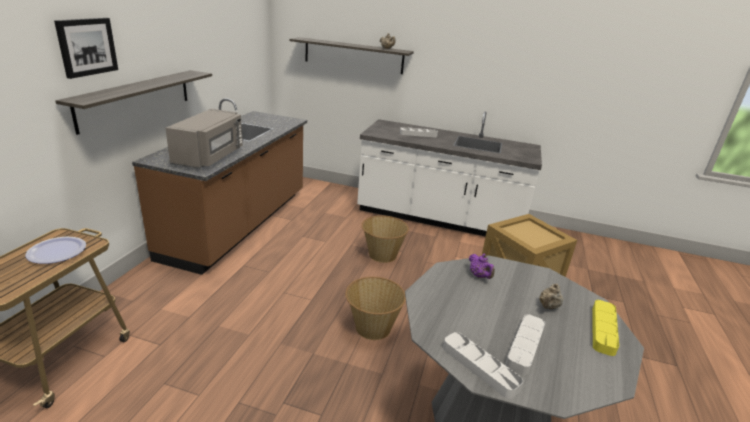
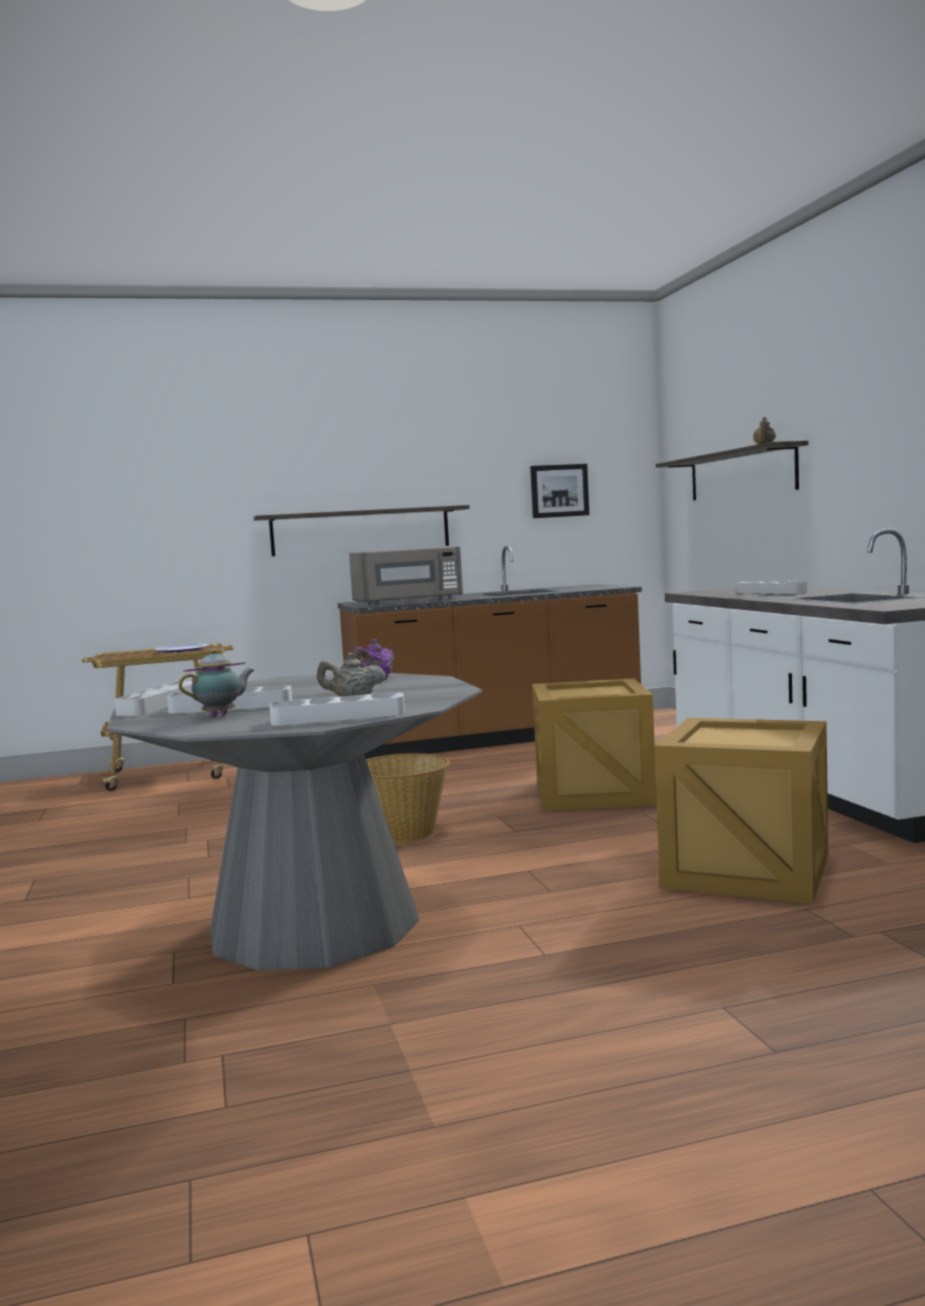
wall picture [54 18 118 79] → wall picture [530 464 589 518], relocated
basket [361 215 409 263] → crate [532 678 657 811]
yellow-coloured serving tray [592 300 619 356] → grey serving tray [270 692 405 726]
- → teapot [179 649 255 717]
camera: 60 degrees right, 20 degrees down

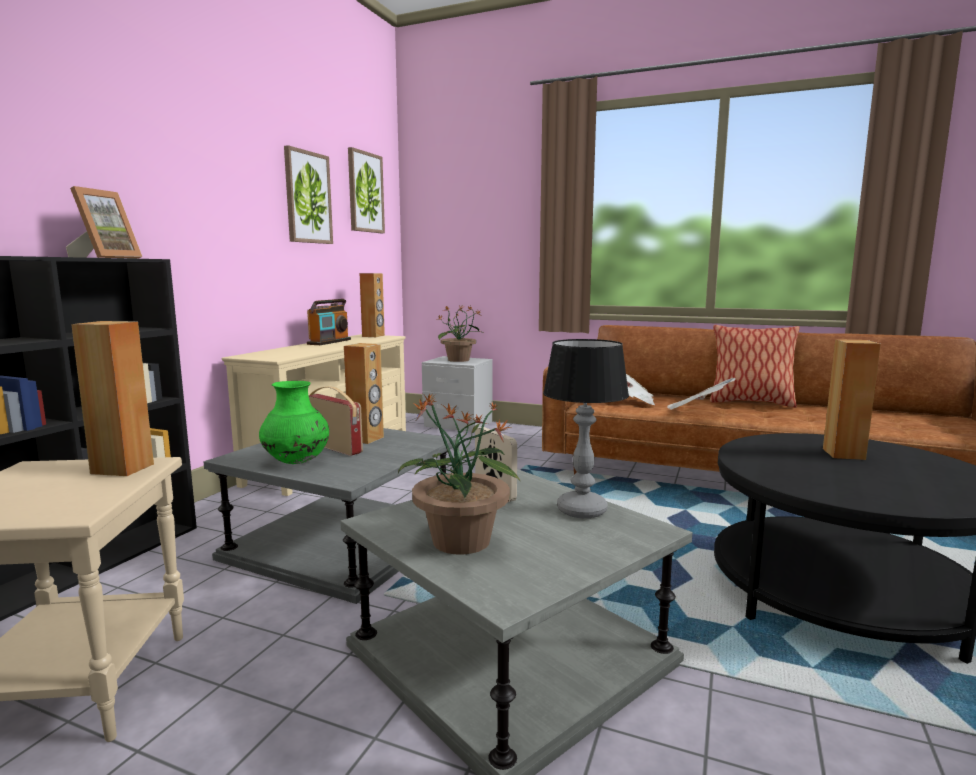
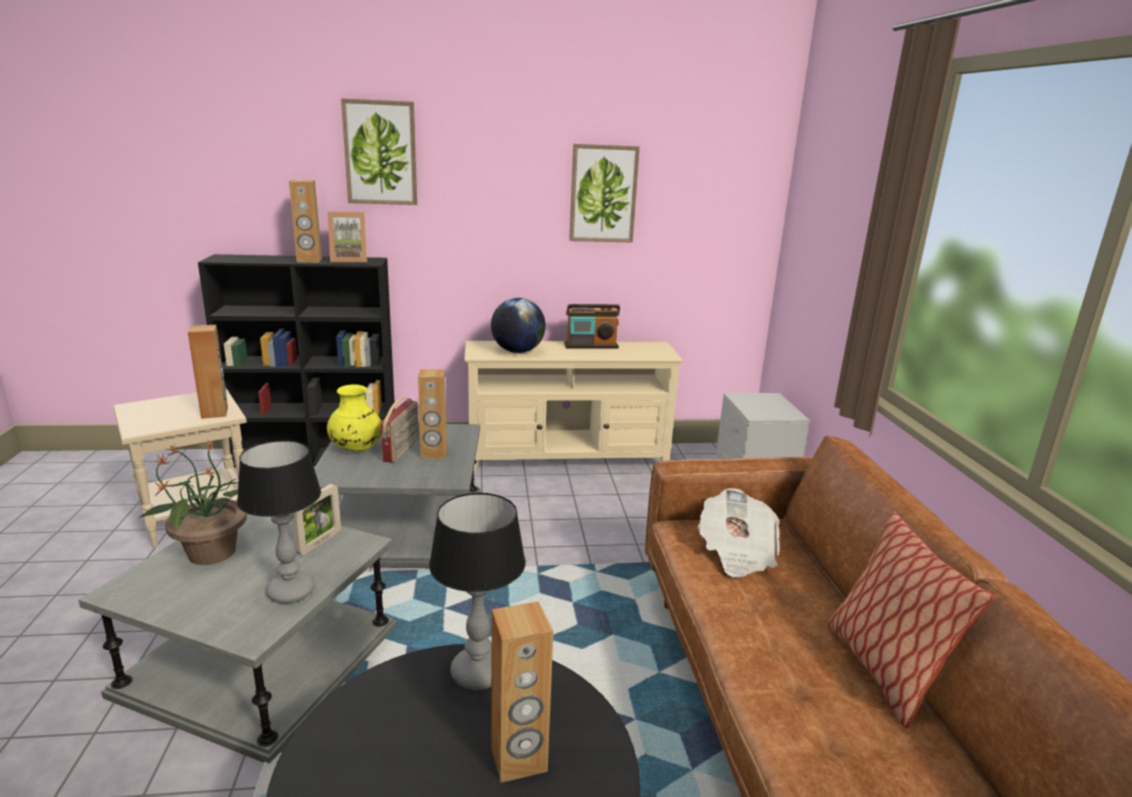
wall picture [348 147 385 233] → wall picture [341 98 417 205], relocated
brown audio speaker [360 273 385 337] → brown audio speaker [289 180 322 262], relocated
houseplant [437 305 485 362] → -
newspaper [667 378 735 410] → -
green flower vase [259 381 329 464] → yellow-coloured flower vase [327 384 381 452]
- → globe [491 298 546 353]
- → lamp for a table [429 493 526 690]
camera: 60 degrees right, 10 degrees up

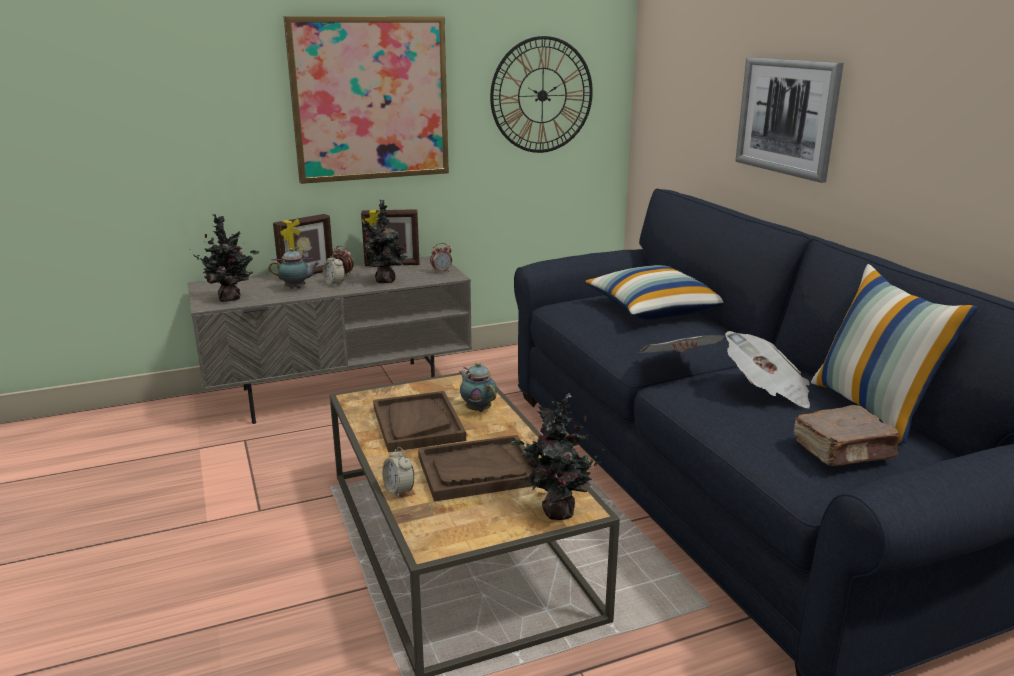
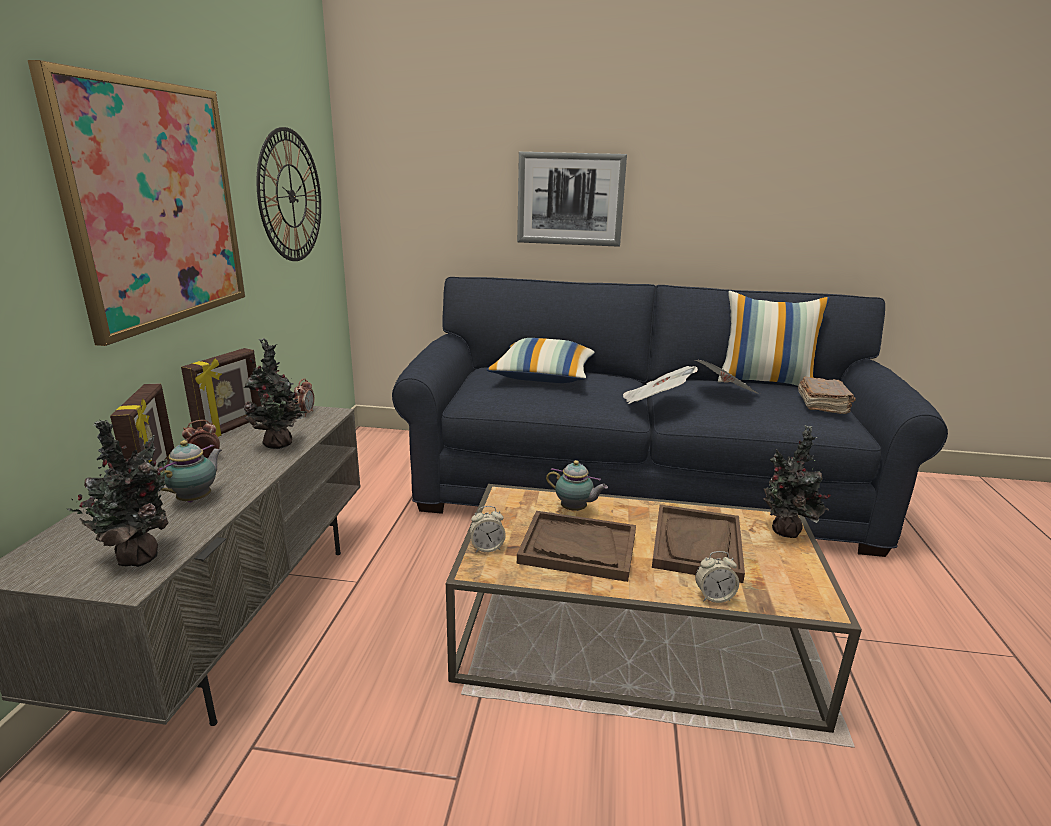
table clock [323 253 345 286] → table clock [470 506 506 552], relocated
teapot [459 362 497 412] → teapot [546 460 608 511], 150 degrees counterclockwise
camera: 60 degrees left, 0 degrees up

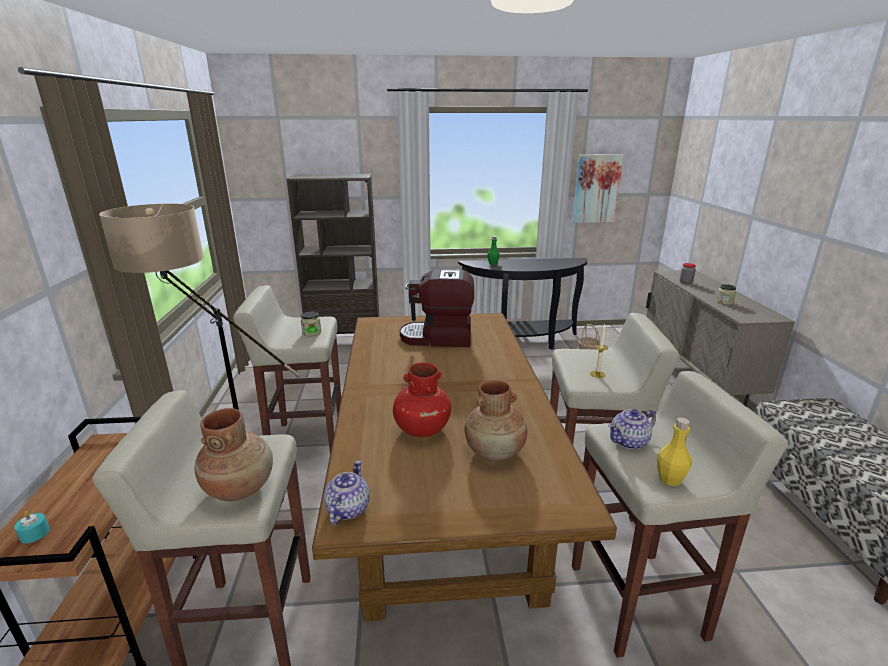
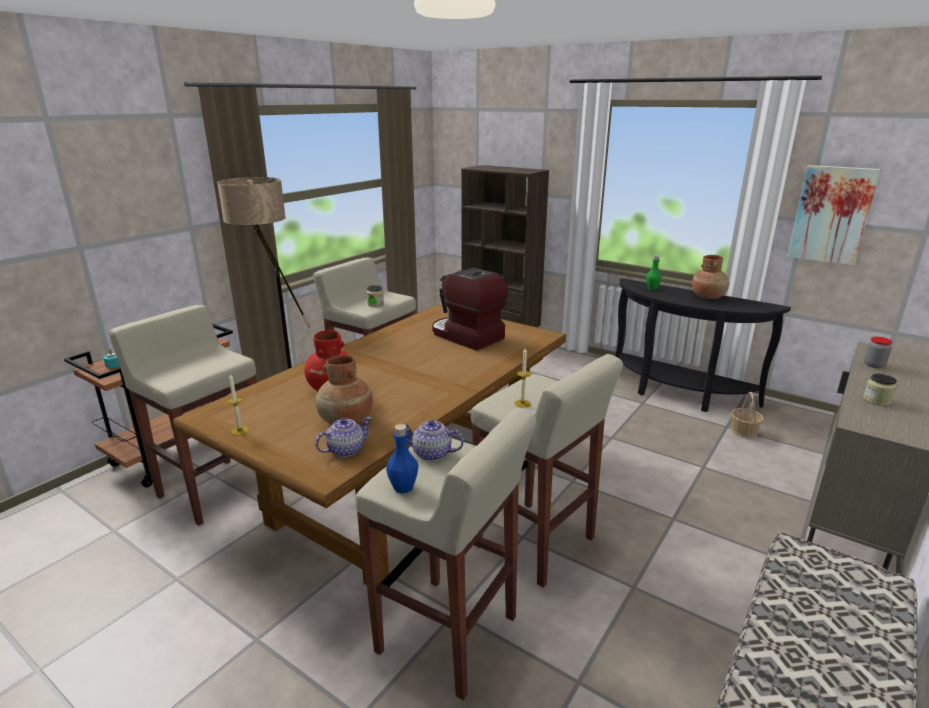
brown flower vase [195 408 273 501] → brown flower vase [692 255 730 299], relocated
yellow-coloured drink bottle [657 418 692 486] → bluish drink bottle [386 424 419 494]
teapot [324 460 370 524] → teapot [315 417 372 457], relocated
- → wax light [227 374 249 435]
camera: 40 degrees right, 0 degrees up

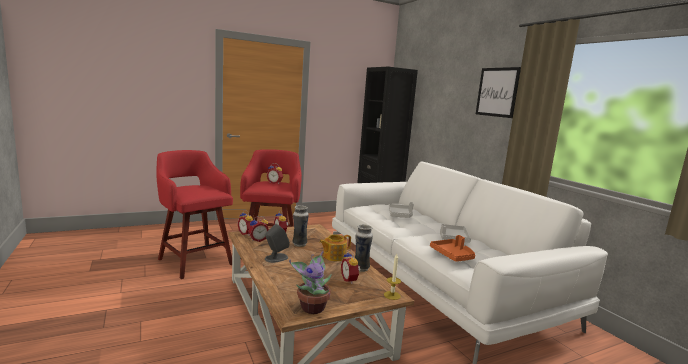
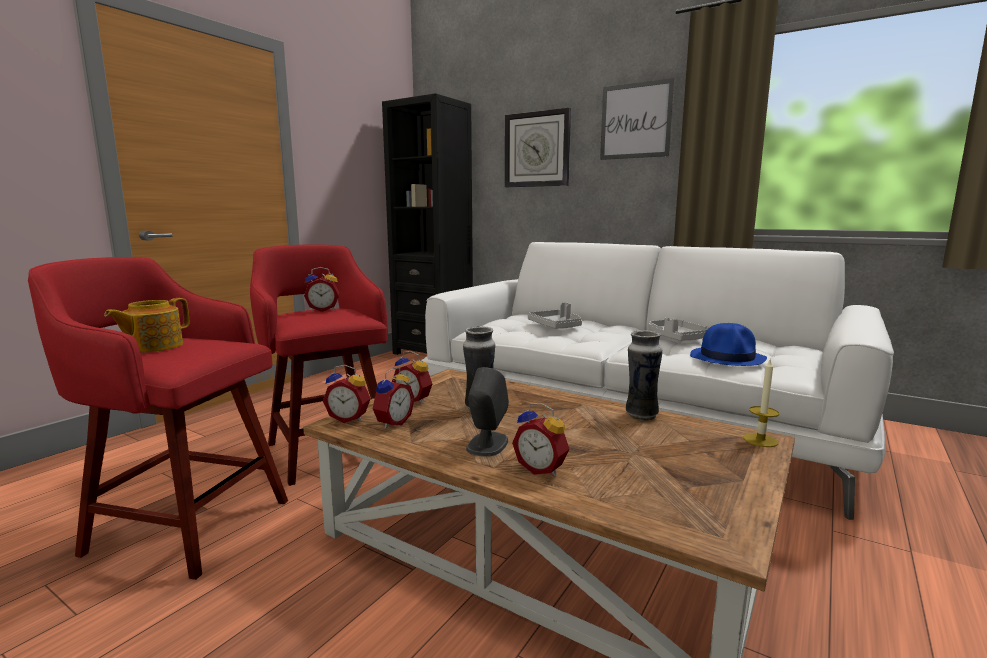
teapot [319 235 351 261] → teapot [104 298 189 353], relocated
orange-coloured serving tray [430 235 475 262] → bluish hat [690 323 767 366]
table clock [341 250 361 284] → table clock [512 403 569 476], relocated
houseplant [289 251 332 314] → -
- → clock on the wall [505 108 571 187]
camera: 30 degrees left, 0 degrees up

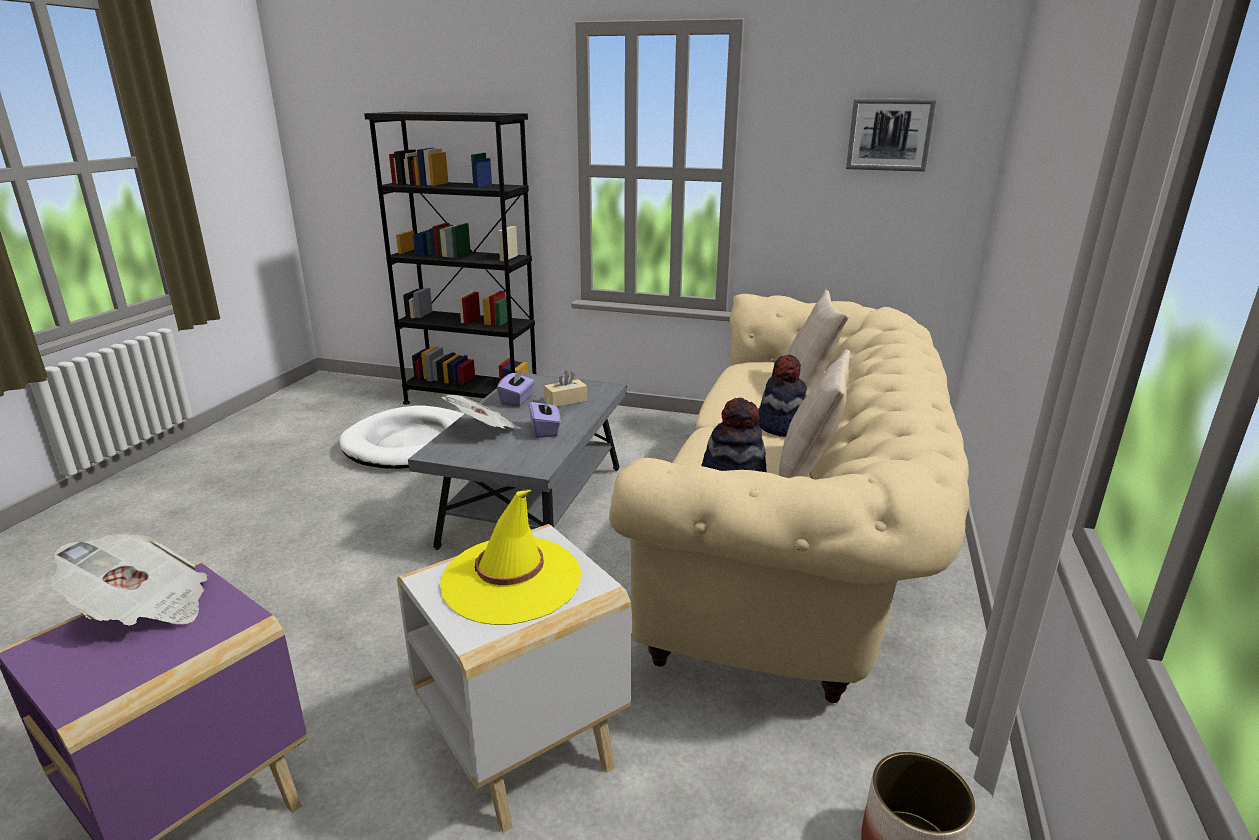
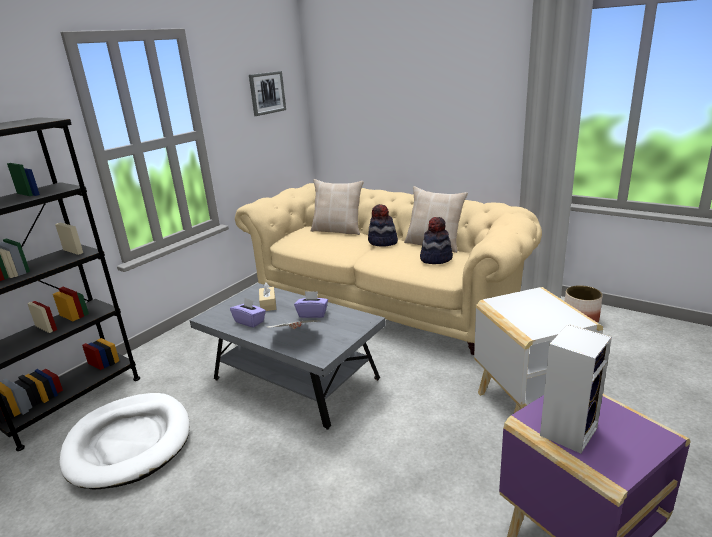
yellow-coloured hat [440 490 581 625] → -
newspaper [50 534 207 626] → audio speaker [540 324 612 454]
camera: 70 degrees left, 0 degrees up

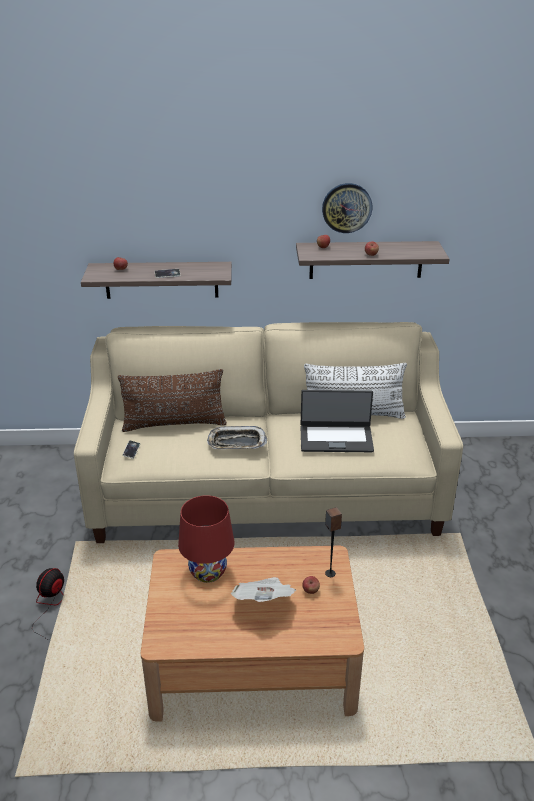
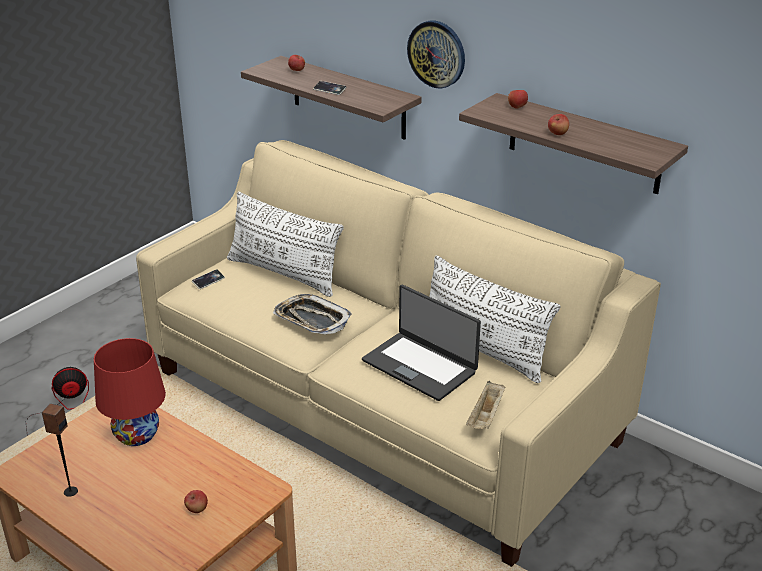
clock on the wall [322 183 372 233] → clock on the wall [407 21 465 88], relocated
brown pillow [118 369 227 432] → white-coloured pillow [227 192 344 297]
audio speaker [325 507 342 577] → audio speaker [42 404 78 497], relocated
newspaper [231 577 296 602] → -
- → beige serving tray [466 381 505 429]
camera: 40 degrees right, 0 degrees up

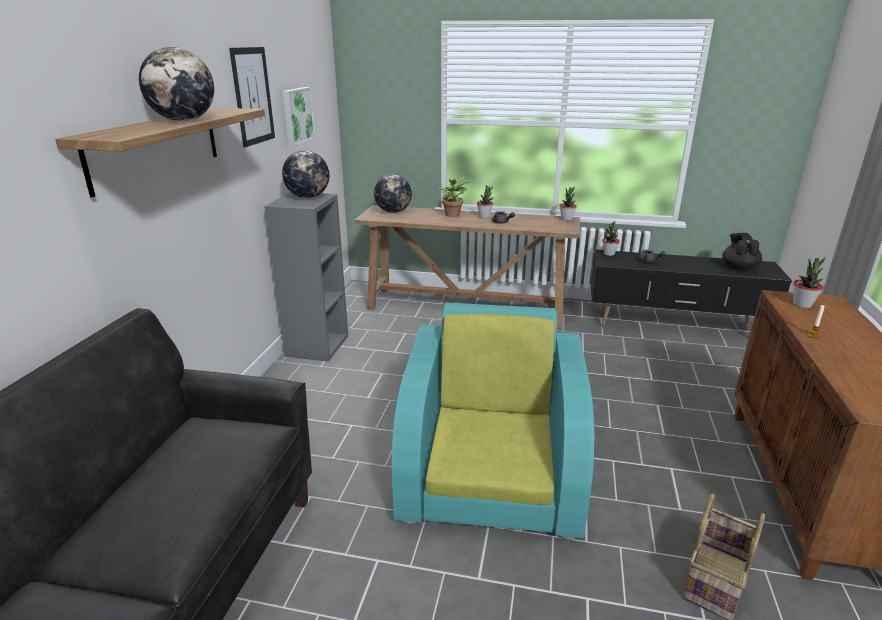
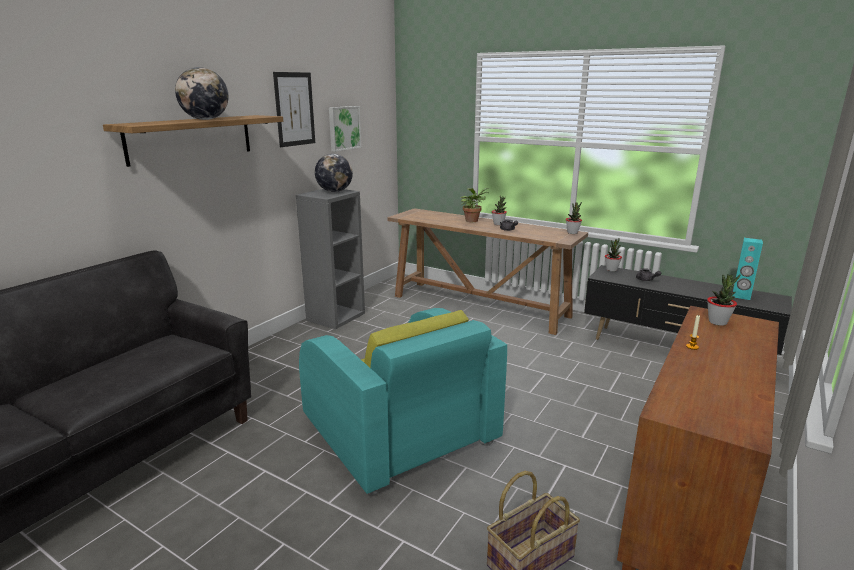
globe [374 174 412 213] → -
black teapot [722 233 762 270] → turquoise-coloured audio speaker [733 238 763 300]
turquoise-coloured armchair [392 303 594 541] → turquoise-coloured armchair [299 308 507 495], 120 degrees clockwise
camera: 20 degrees right, 5 degrees down

